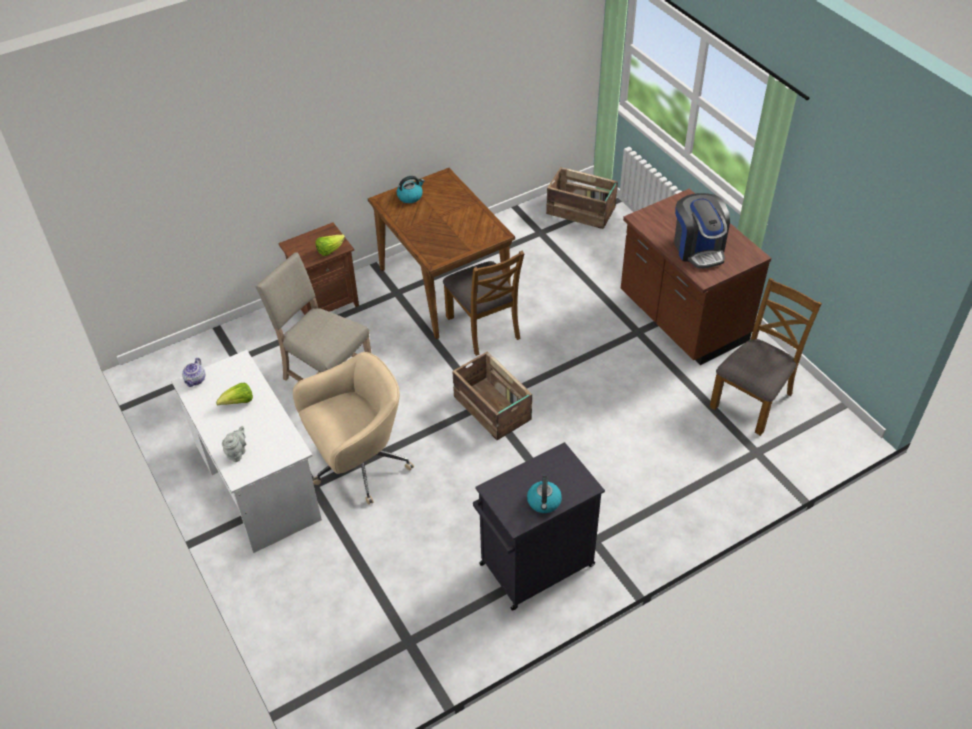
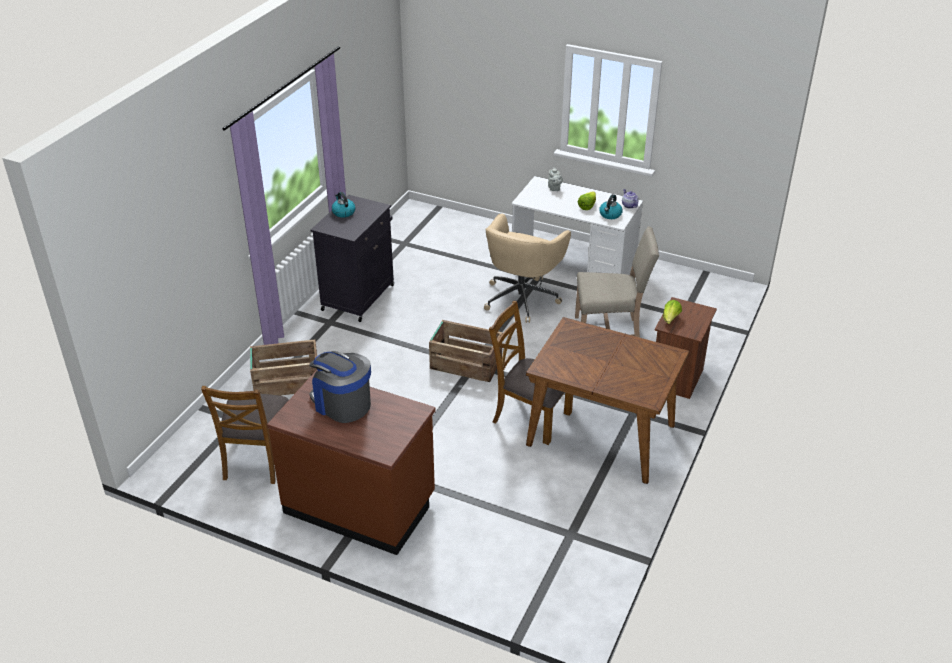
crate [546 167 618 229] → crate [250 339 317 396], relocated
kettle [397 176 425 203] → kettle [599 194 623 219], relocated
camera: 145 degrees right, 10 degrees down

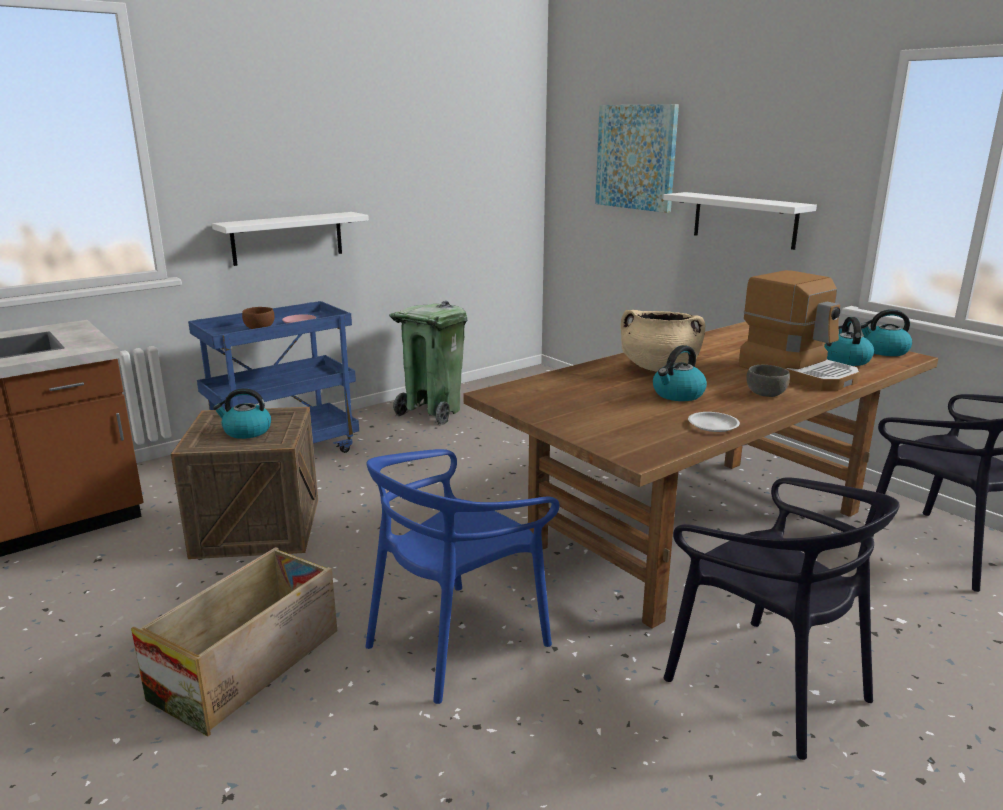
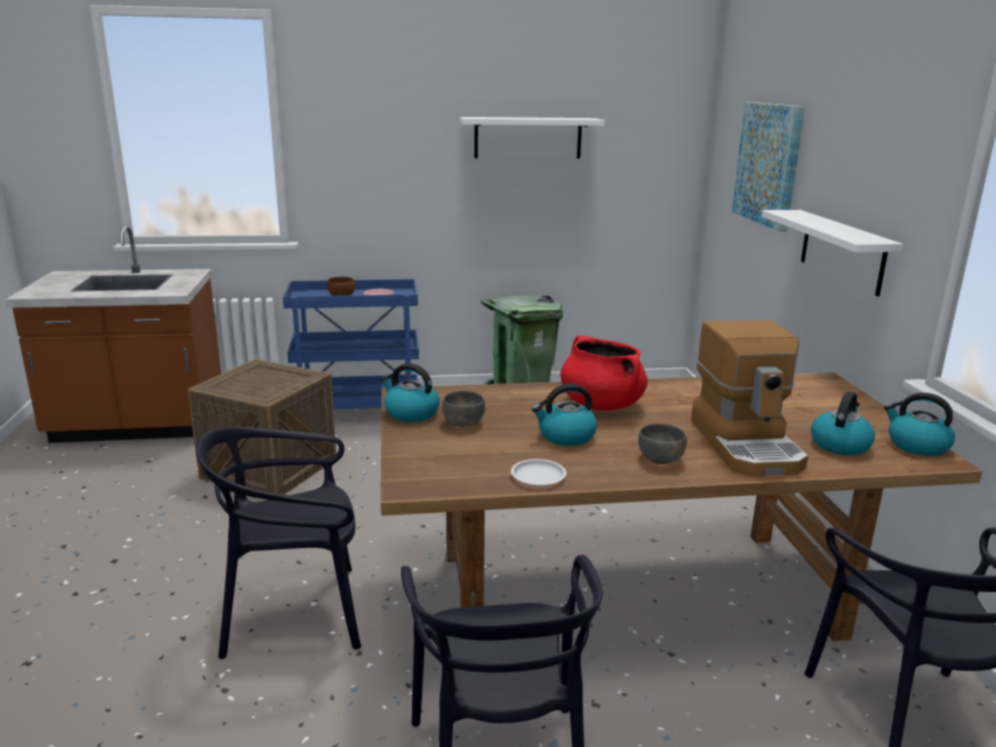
white-coloured wall shelf [212 212 369 266] → white-coloured wall shelf [460 117 604 158], relocated
beige cooking pot [620 310 705 371] → red-coloured cooking pot [560 335 648 411]
kettle [213 388 271 439] → kettle [381 363 440 422], relocated
bluish upright chair [366 449 560 704] → black upright chair [196 427 361 659]
crate [131 547 337 737] → -
- → grey deep dish [442 391 485 427]
camera: 30 degrees right, 0 degrees up

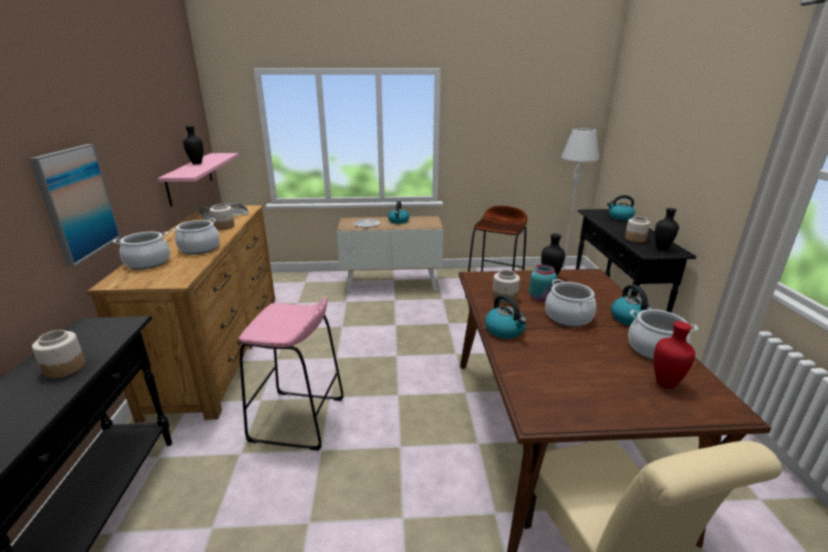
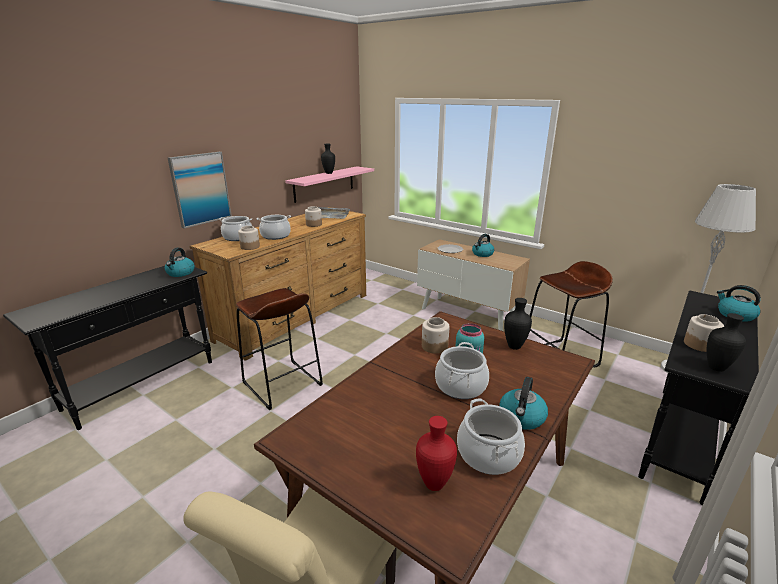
kettle [485 295 527 339] → kettle [165 248 195 277], relocated
pink-coloured stool [238 297 343 451] → brown stool [236 288 323 410]
jar [32 330 86 378] → jar [238 226 260 250], relocated
camera: 40 degrees right, 0 degrees up

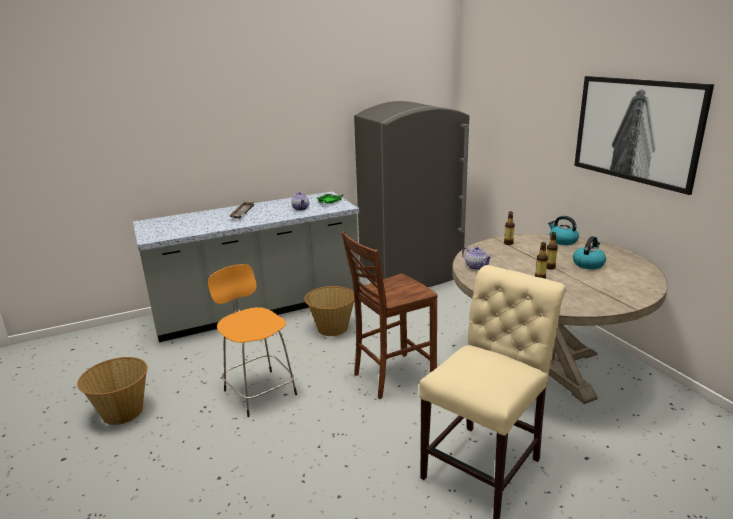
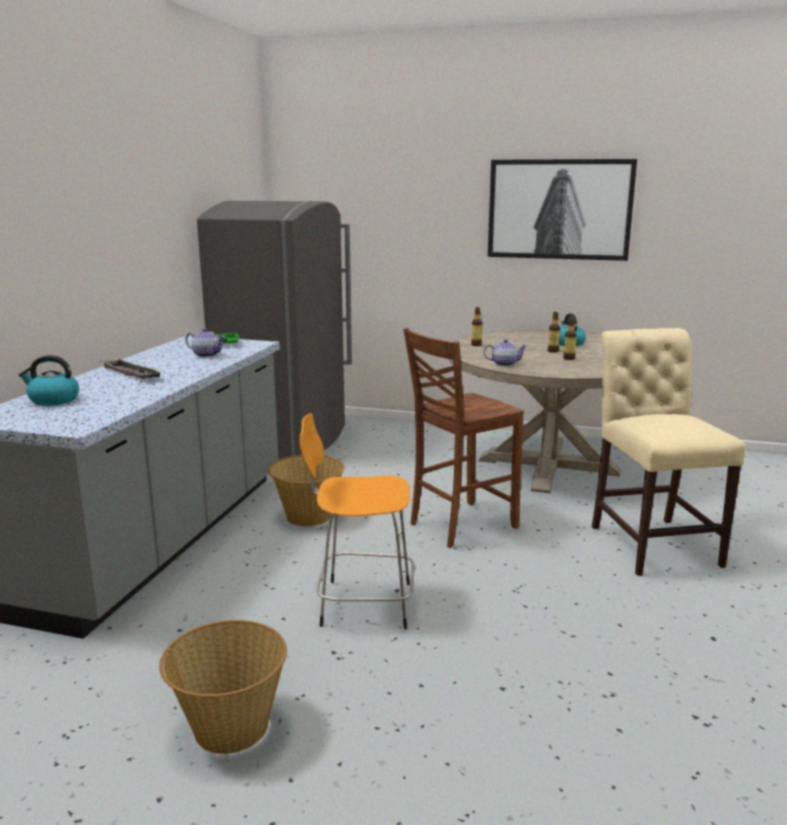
kettle [548 216 579 245] → kettle [19 355 79 406], relocated
brown upright chair [341 231 438 399] → brown upright chair [403 328 524 548], 45 degrees clockwise
camera: 50 degrees left, 5 degrees down

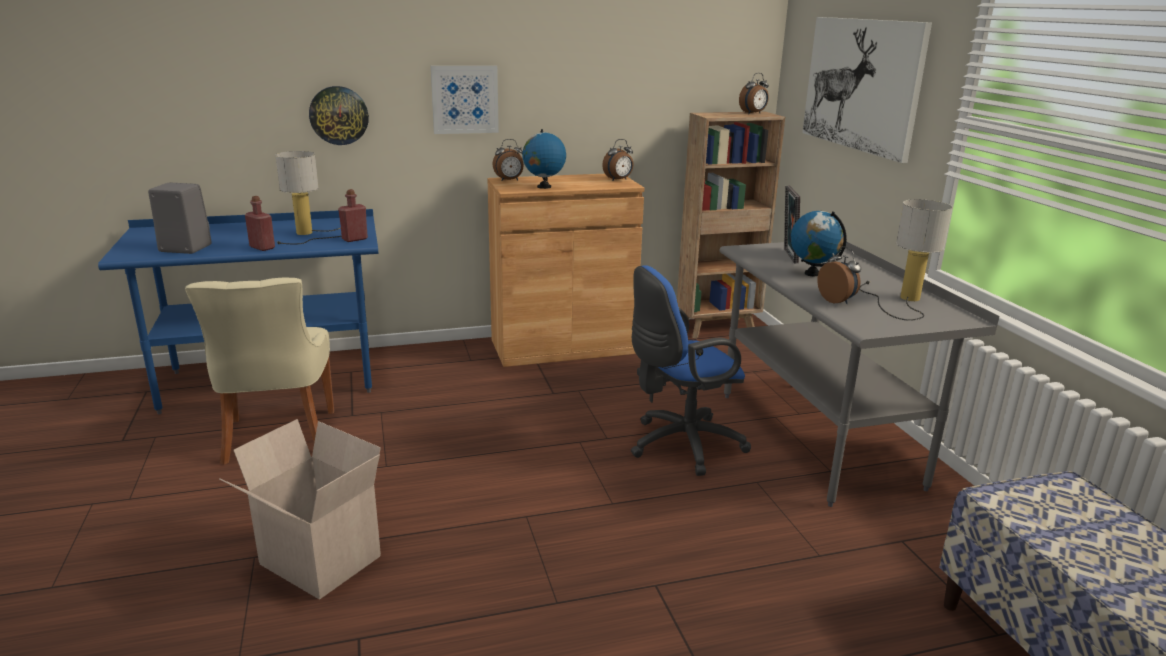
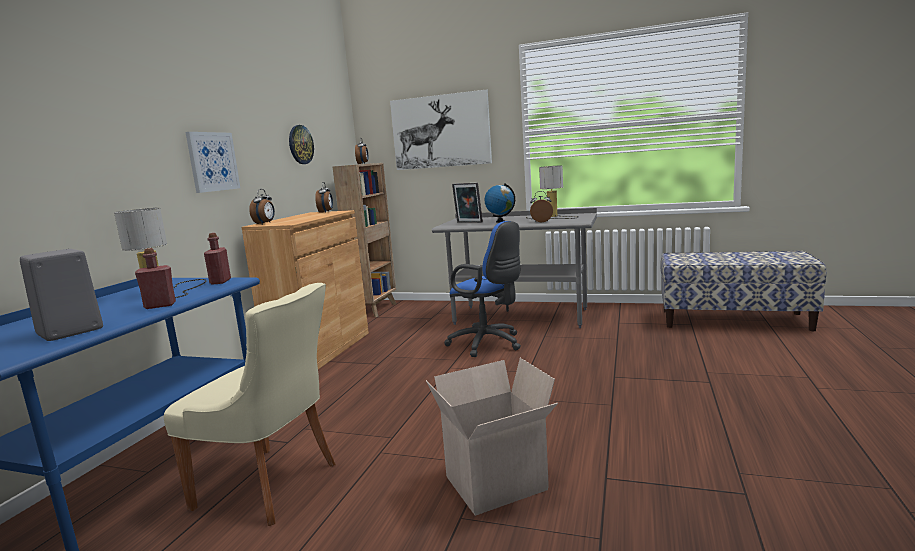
clock on the wall [309 86 369 145] → clock on the wall [289 125 314 164], relocated
globe [522 129 566 189] → -
bluish office chair [631 265 751 476] → bluish office chair [444 221 521 357], 60 degrees counterclockwise
camera: 55 degrees left, 10 degrees down

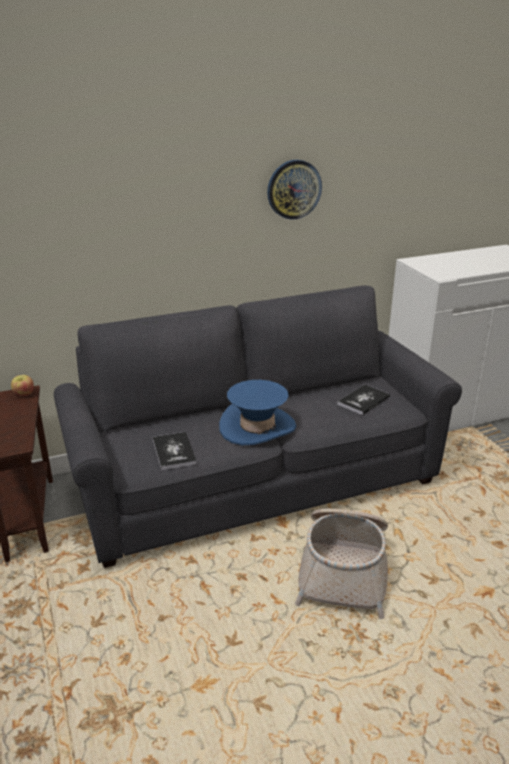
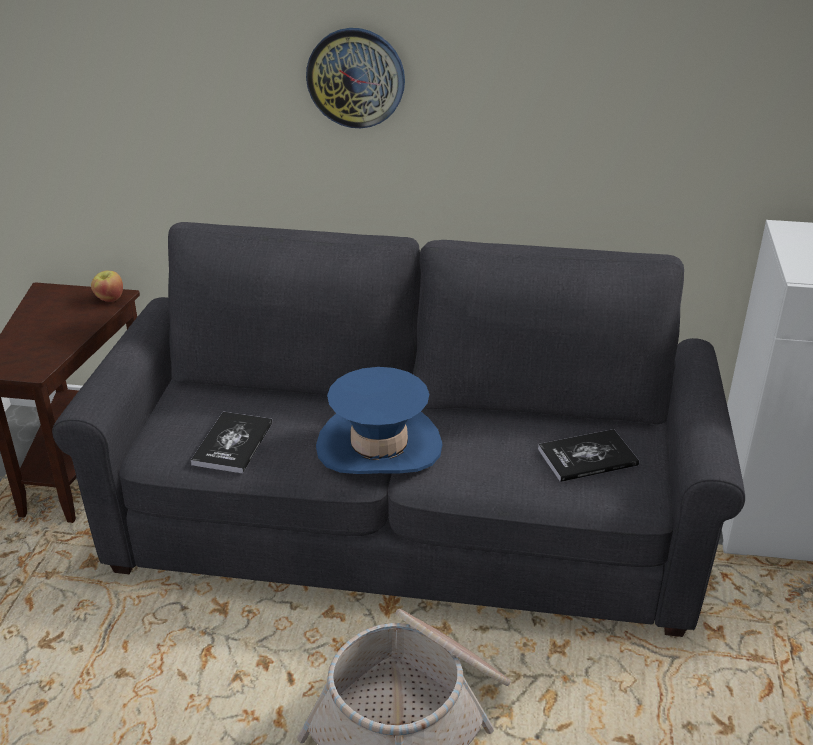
clock on the wall [267 160 322 220] → clock on the wall [306 28 405 128], relocated
camera: 30 degrees right, 5 degrees up

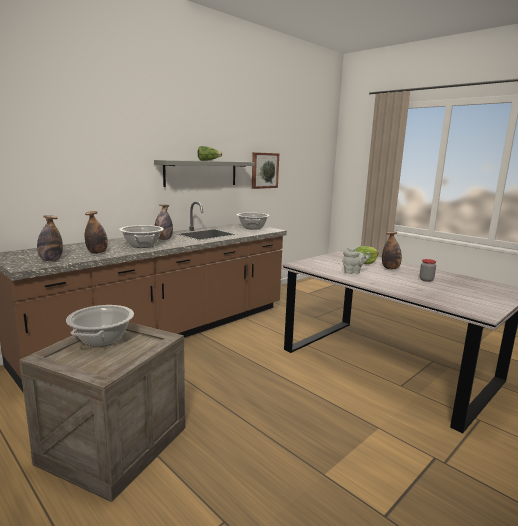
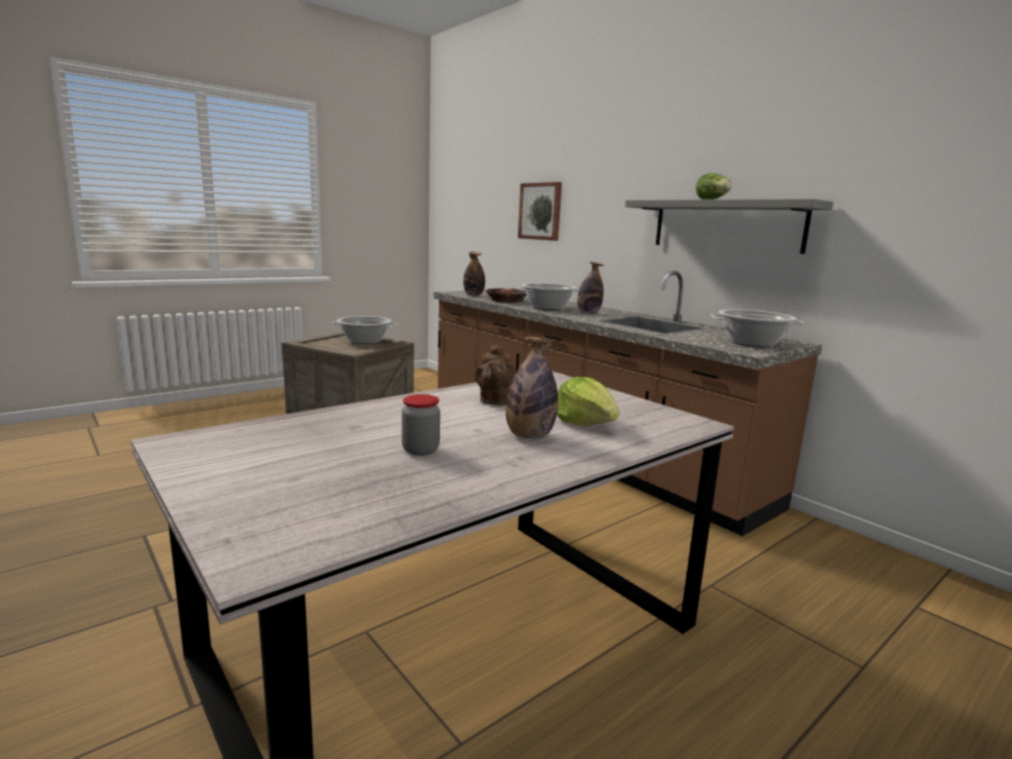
wall picture [252 152 279 189] → wall picture [518 182 562 241], relocated
drink bottle [85 211 108 254] → deep dish [485 288 526 303]
grey teapot [342 247 370 274] → brown teapot [475 344 515 406]
camera: 95 degrees right, 0 degrees up

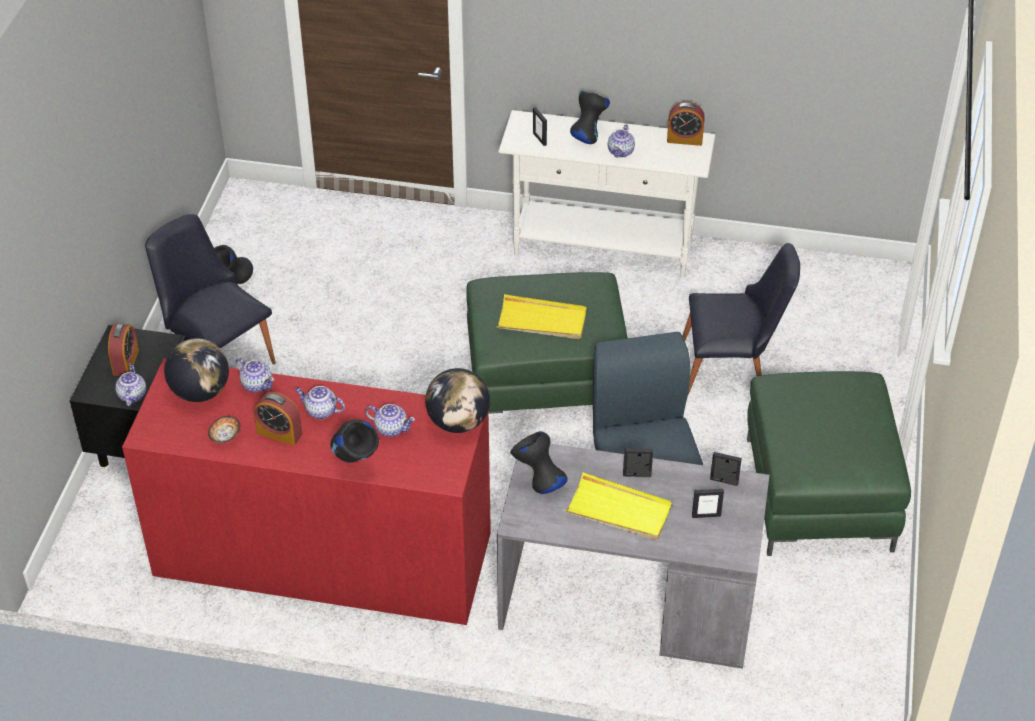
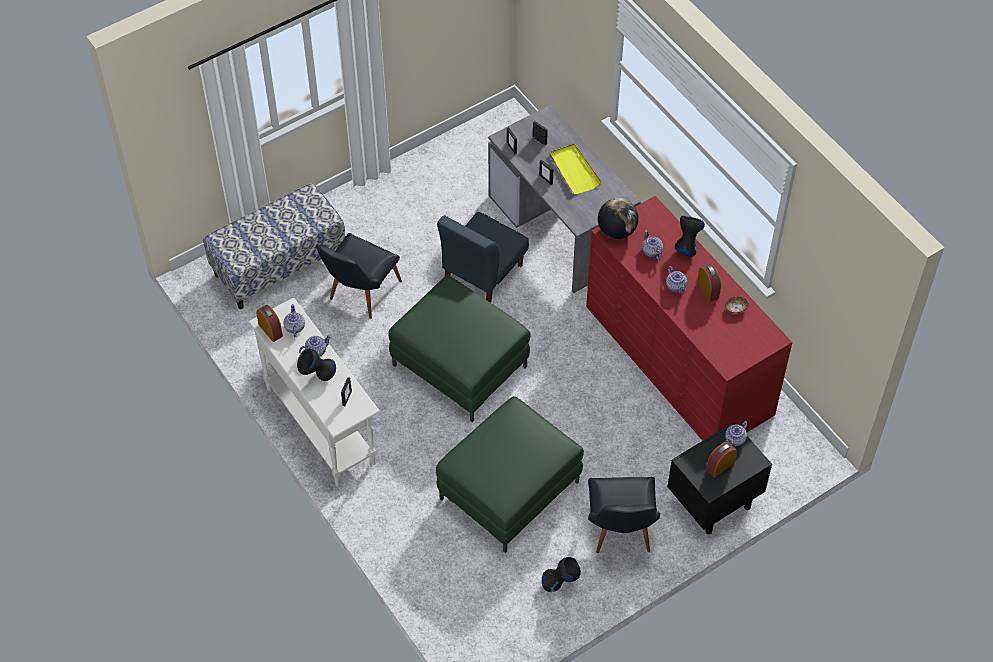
black upright chair [682 243 800 395] → black upright chair [316 233 402 319], 105 degrees counterclockwise
yellow-coloured serving tray [497 294 587 339] → -
globe [164 339 229 402] → -
teapot [235 358 274 392] → teapot [283 304 305 337], relocated
green footrest [747 371 911 556] → green footrest [436 396 584 553], relocated
black flower vase [510 431 568 494] → -
- → bench [203 183 346 309]
camera: 135 degrees left, 10 degrees up

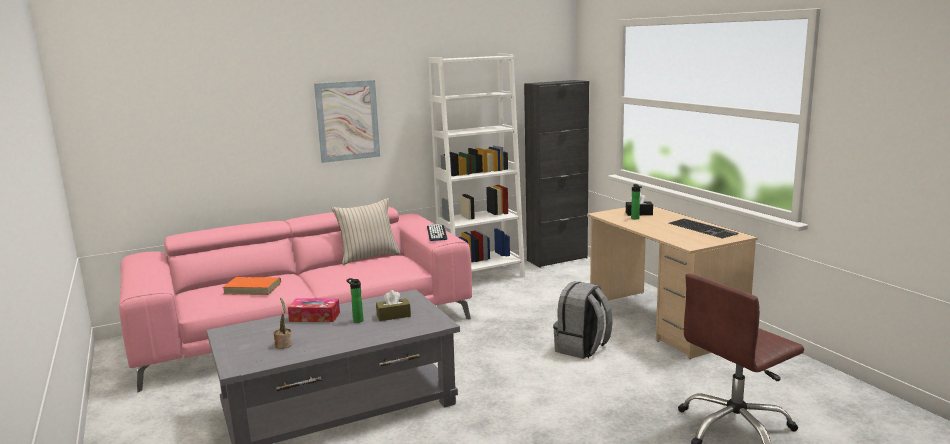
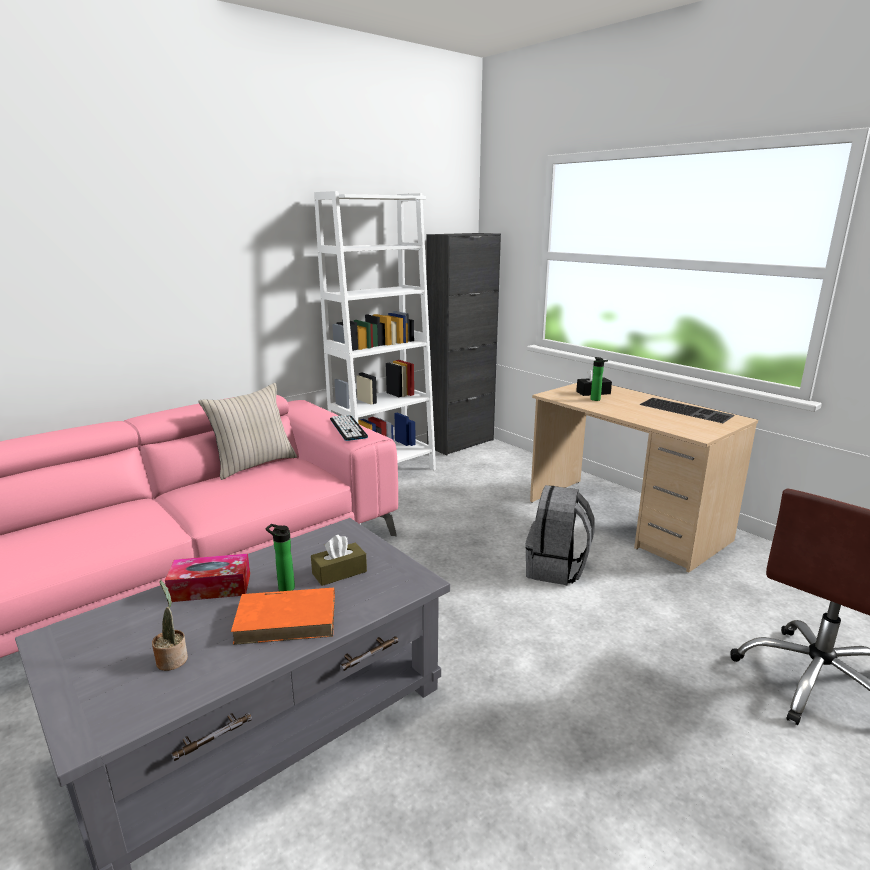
wall picture [314 80 380 163] → -
orange-coloured book [223 277 281 295] → orange-coloured book [231 588 335 645], relocated
camera: 15 degrees left, 5 degrees up

